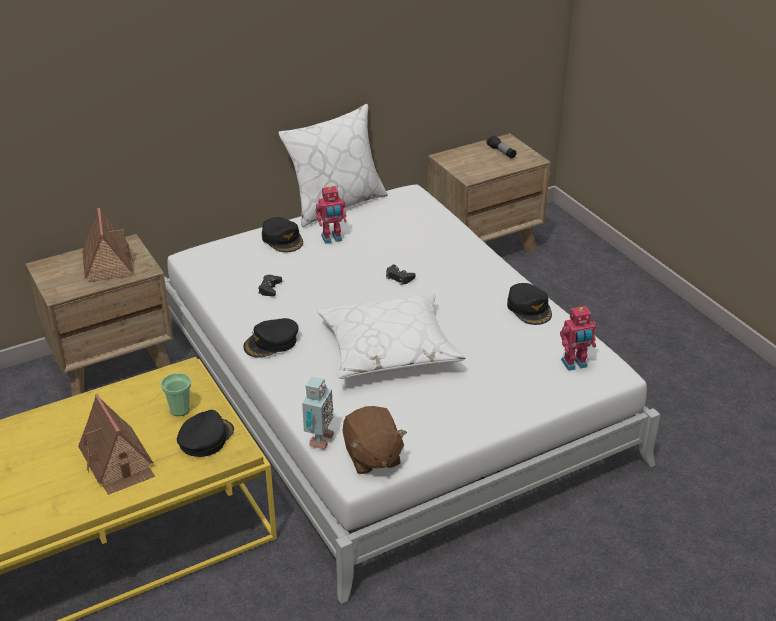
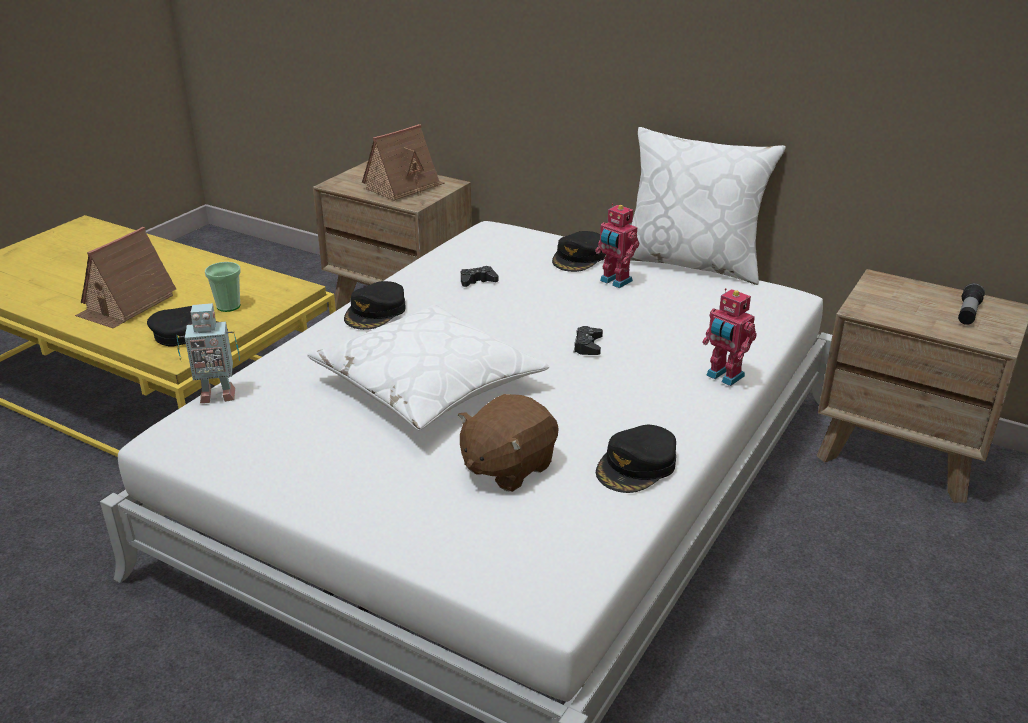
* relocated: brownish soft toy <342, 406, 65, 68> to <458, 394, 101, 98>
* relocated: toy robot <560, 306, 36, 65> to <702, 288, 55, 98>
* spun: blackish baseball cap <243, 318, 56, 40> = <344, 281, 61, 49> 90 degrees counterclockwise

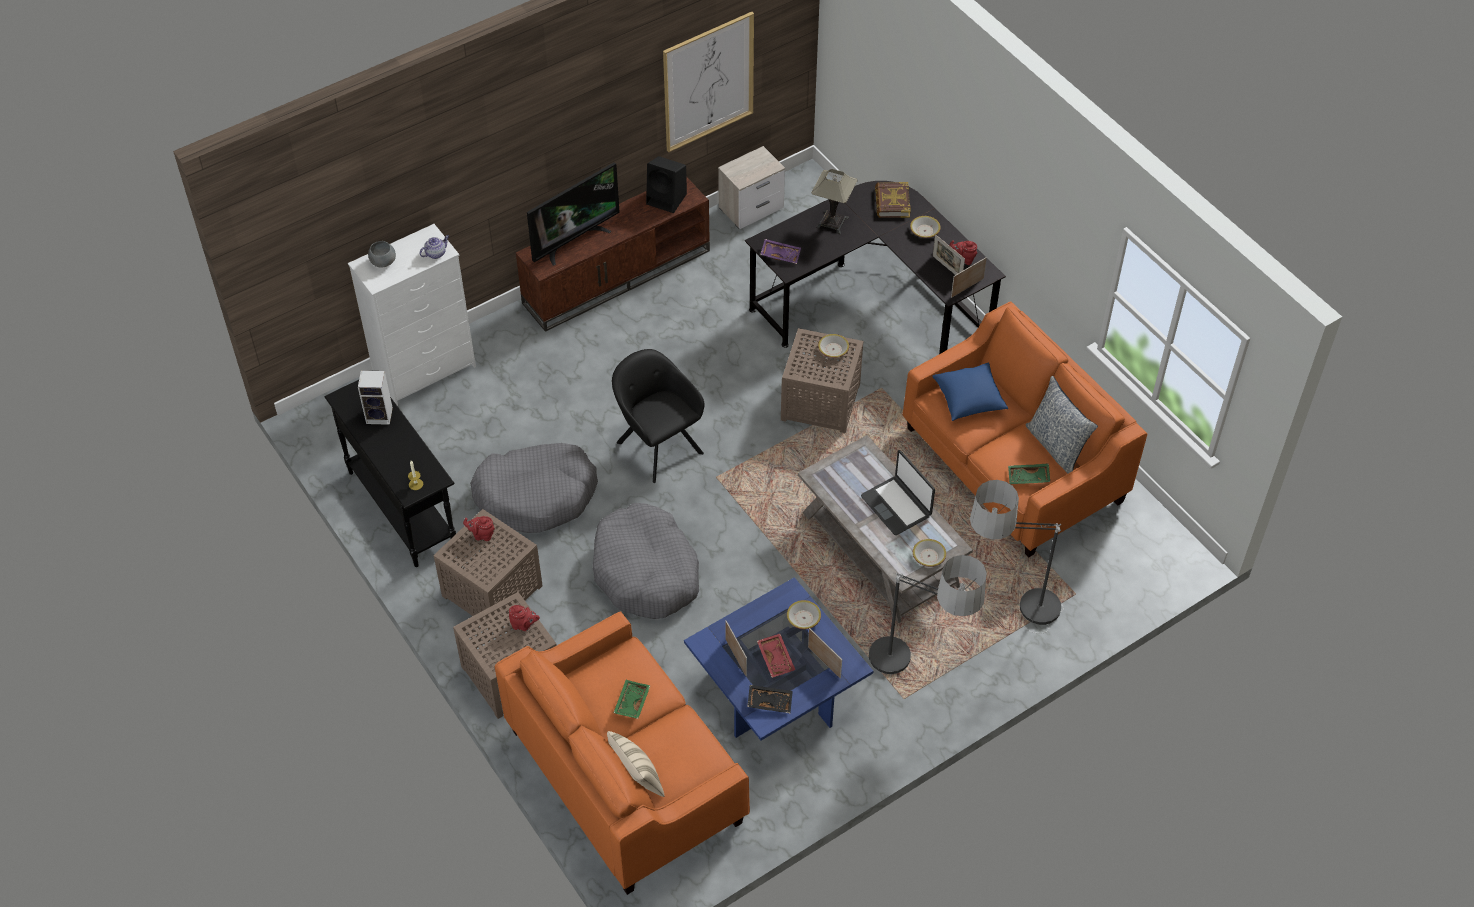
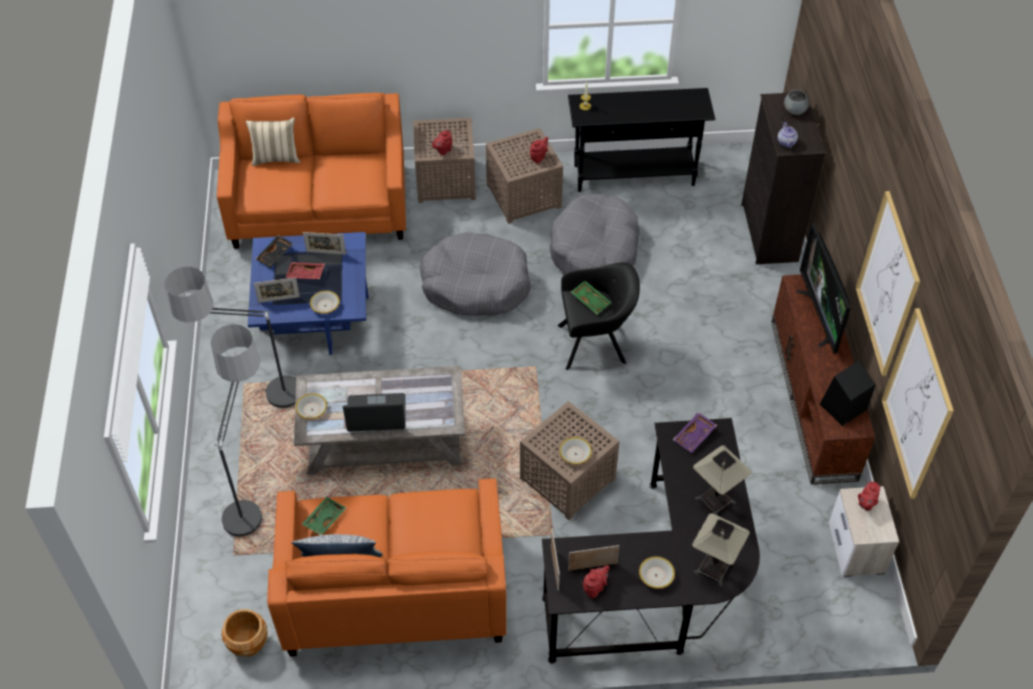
* missing: speaker <358, 370, 35, 55>
* missing: blue-coloured pillow <932, 362, 76, 59>
* appeared: brownish planter <221, 609, 46, 48>
* appeared: wall art <856, 191, 64, 185>
* appeared: reddish tea pot <858, 482, 22, 29>
* relocated: green-coloured serving tray <613, 680, 37, 39> to <571, 281, 41, 33>
* exchanged: bound book <875, 182, 36, 36> to tabletop lamp <692, 513, 58, 74>
* colour: white-coloured drawer chest <348, 224, 128, 182> to blackish drawer chest <741, 92, 85, 172>

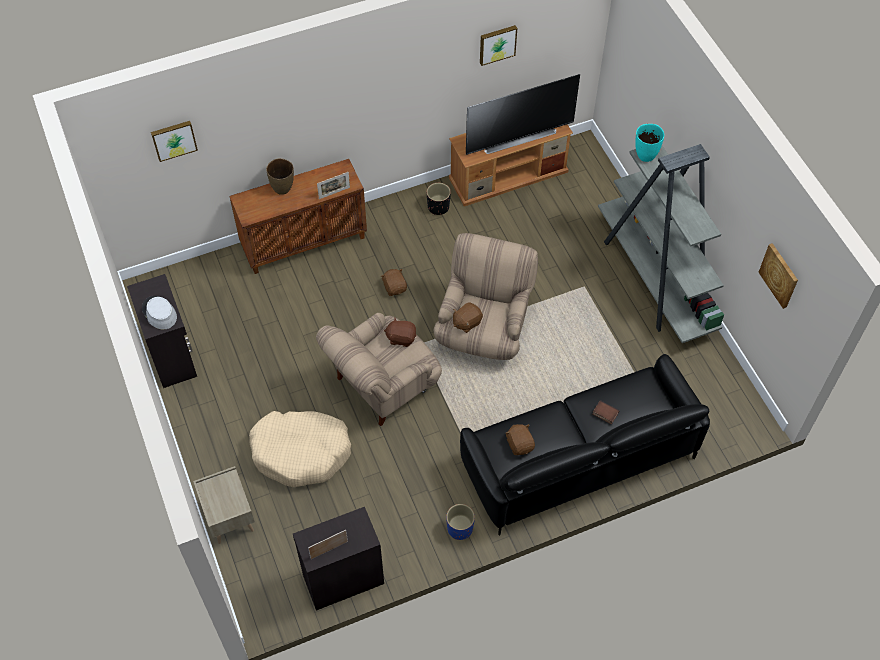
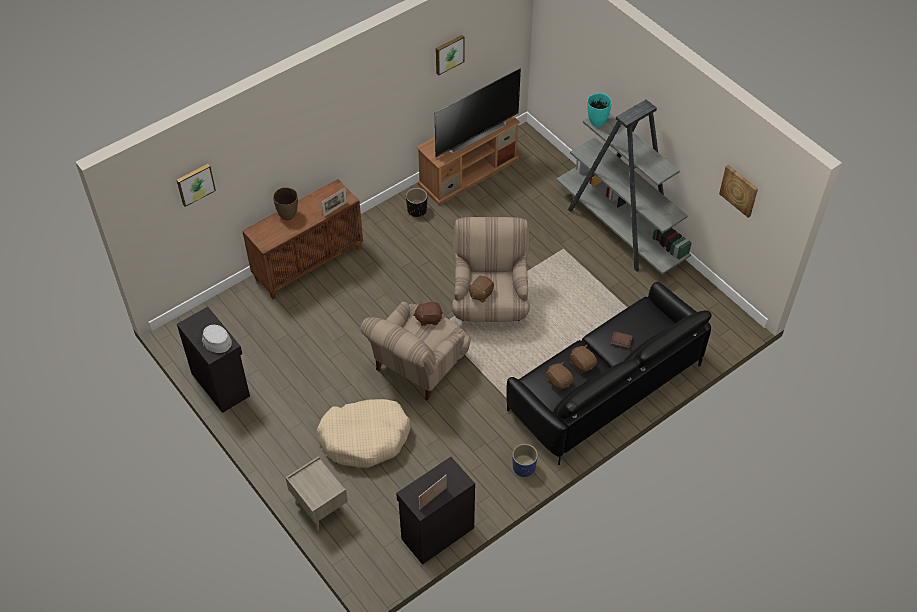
* relocated: brownish soft toy <381, 269, 26, 27> to <570, 345, 27, 28>

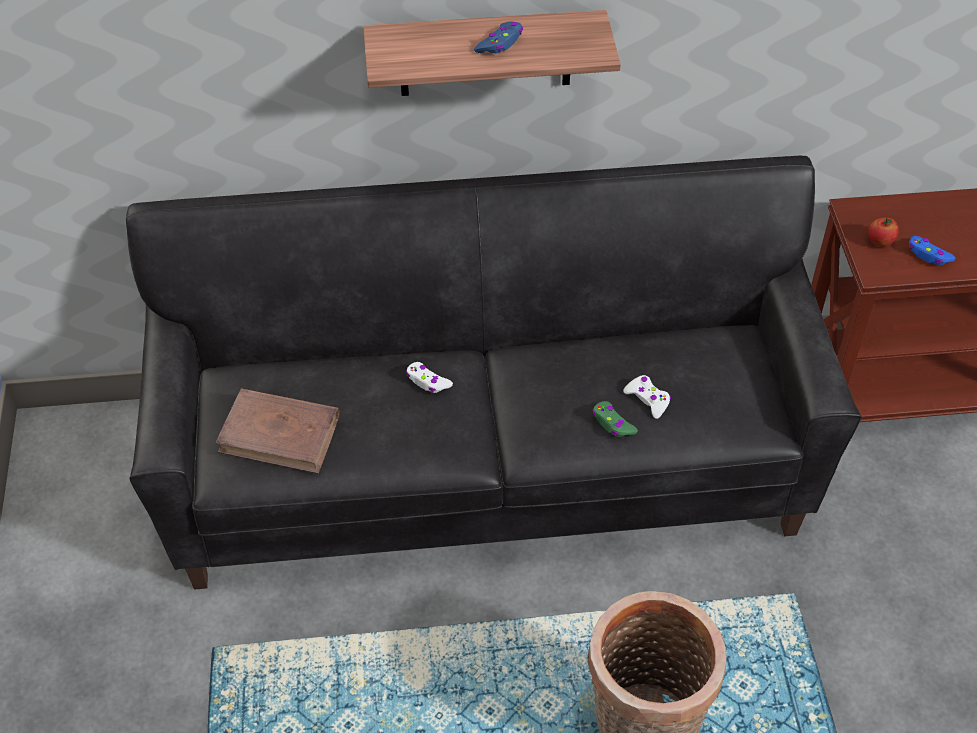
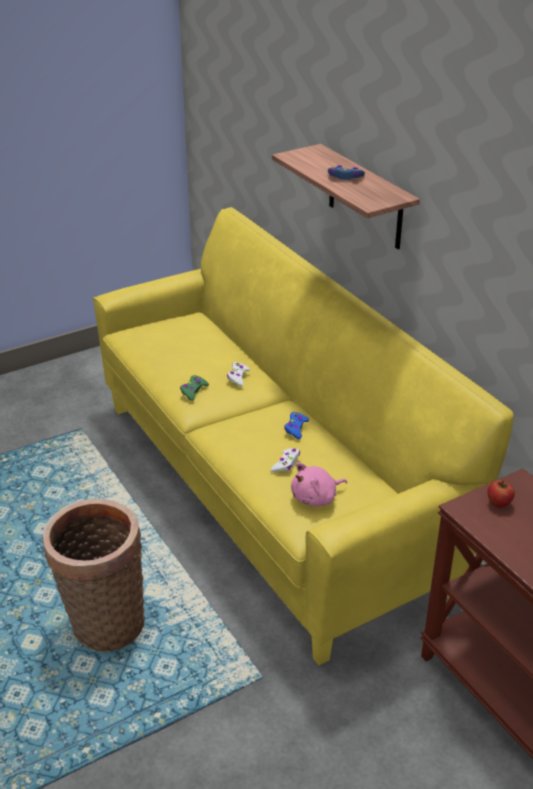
* missing: brownish bound book <215, 388, 124, 86>
* appeared: pink-coloured soft toy <291, 463, 56, 43>
* relocated: green-coloured gamepad <592, 401, 46, 36> to <180, 375, 29, 26>
* relocated: blue-coloured gamepad <909, 236, 47, 29> to <284, 412, 25, 27>
* colour: blackish sofa <126, 156, 736, 434> to yellow-coloured sofa <93, 207, 421, 458>

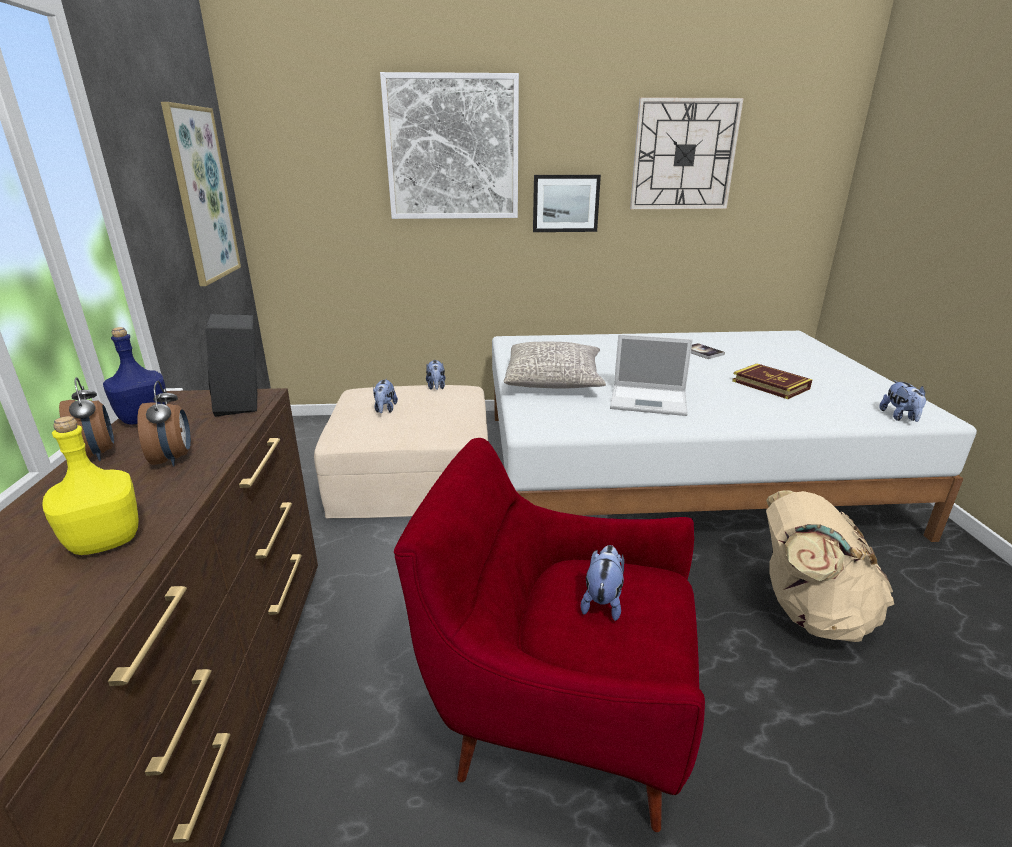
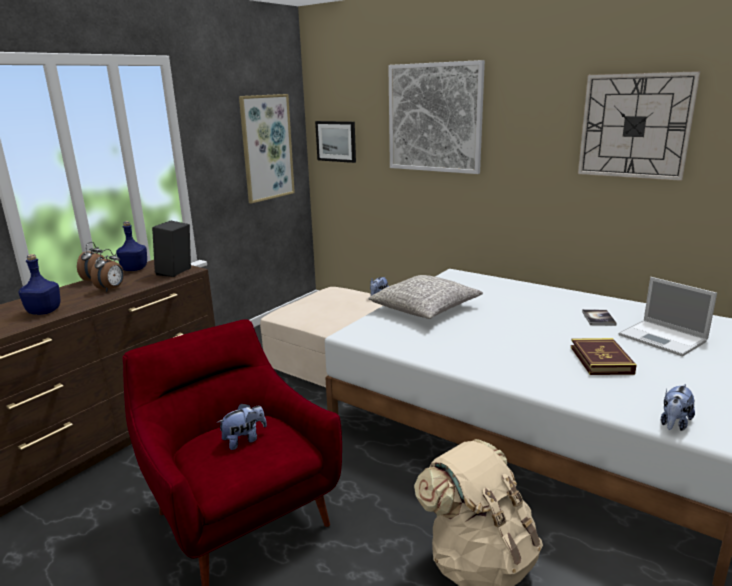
* missing: soft toy <373, 378, 25, 35>
* relocated: wall art <533, 175, 68, 57> to <315, 121, 41, 42>
* relocated: portable computer <610, 334, 83, 82> to <619, 277, 98, 79>
* colour: yellow-coloured beverage bottle <42, 416, 96, 139> to blue-coloured beverage bottle <18, 254, 42, 61>

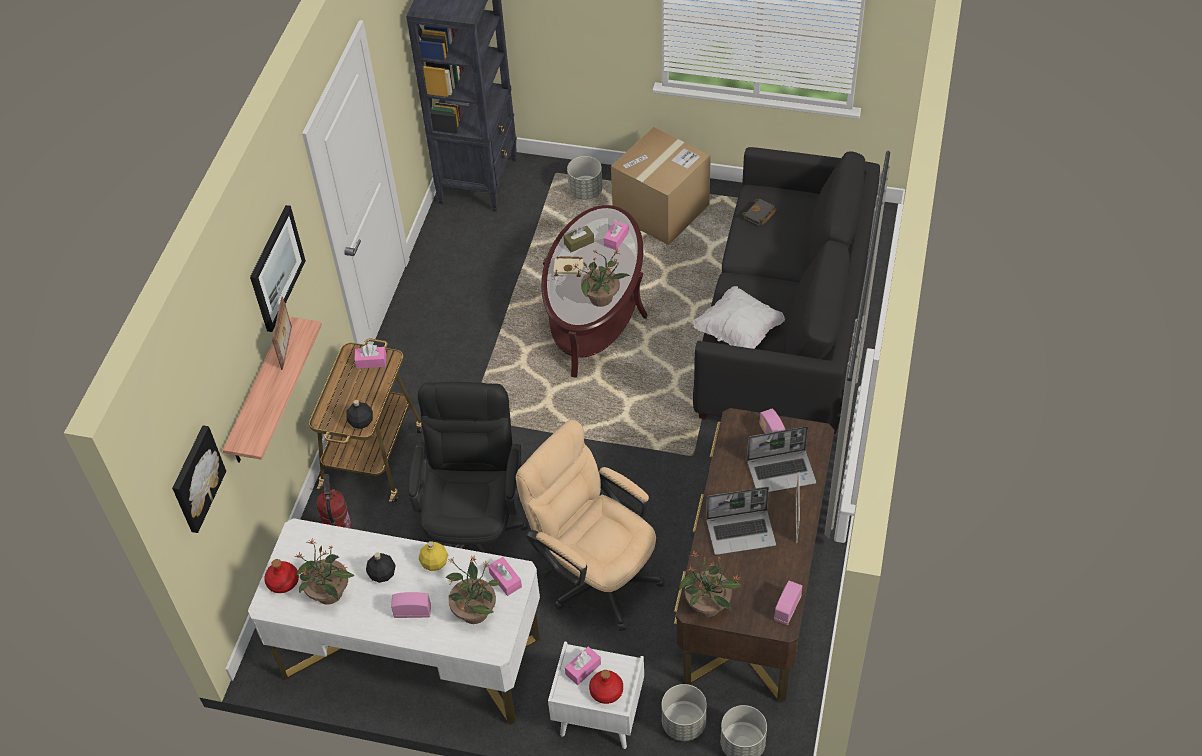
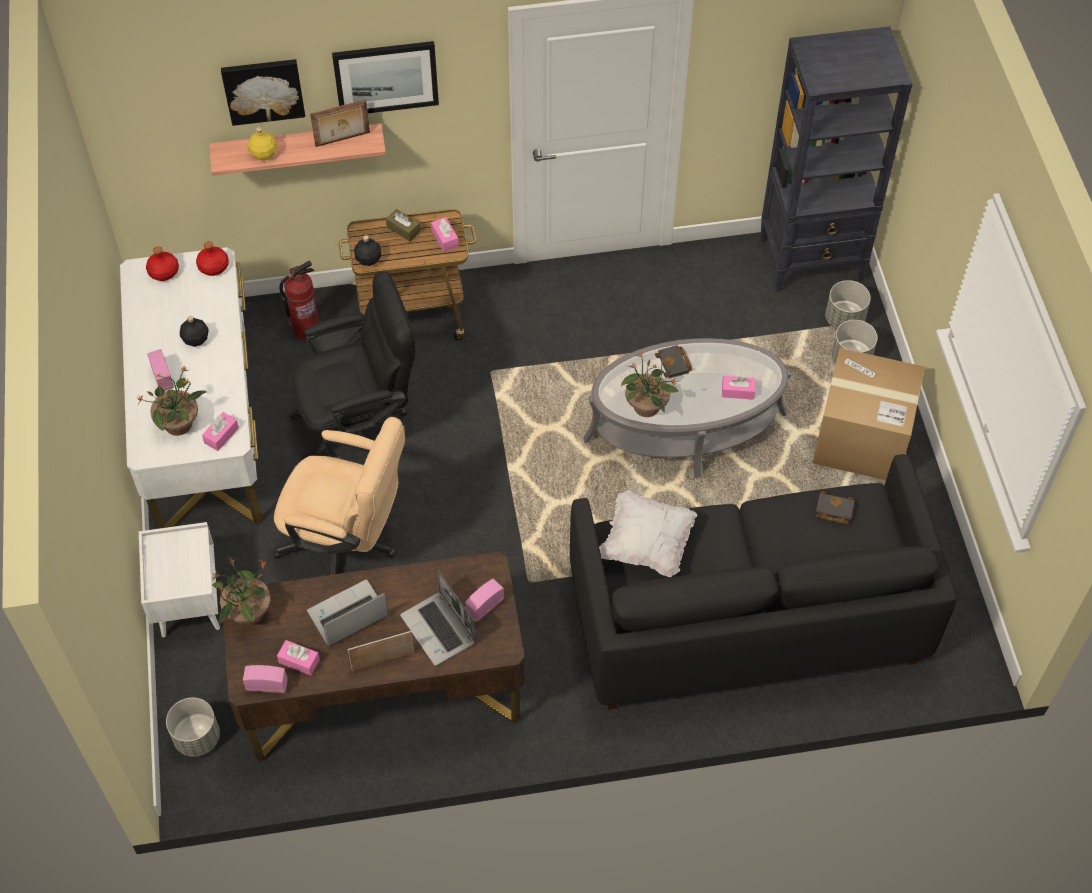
* missing: plant in a pot <293, 539, 62, 66>
* relocated: wall art <172, 425, 54, 108> to <221, 59, 84, 67>
* relocated: yellow-coloured beverage bottle <419, 541, 29, 30> to <248, 127, 29, 34>
* relocated: brownish tissue holder <563, 226, 31, 26> to <386, 209, 34, 32>
* relocated: pink-coloured tissue holder <565, 646, 36, 39> to <277, 640, 43, 35>
* relocated: reddish beverage bottle <589, 670, 34, 34> to <196, 241, 33, 35>
* relocated: gray planter <662, 684, 45, 57> to <825, 280, 46, 50>
* colour: brownish coffee table <541, 205, 107, 173> to gray coffee table <583, 338, 208, 140>
* colour: beige bound book <553, 256, 30, 21> to blackish bound book <655, 345, 37, 34>
* spun: beige desk chair <516, 420, 149, 211> = <273, 417, 132, 158> 90 degrees clockwise
* spun: portable computer <706, 487, 70, 68> = <307, 580, 82, 66> 90 degrees clockwise

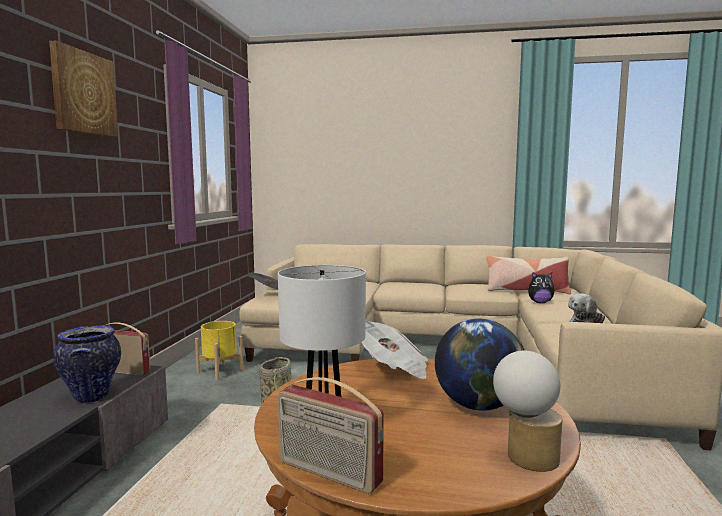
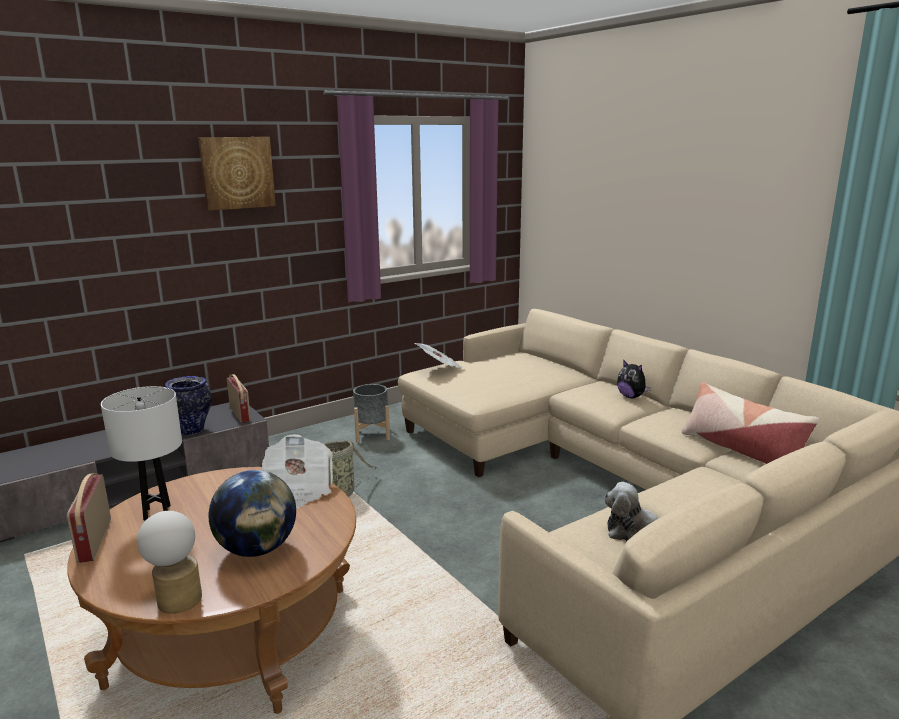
* relocated: soft toy <528, 272, 26, 31> to <617, 359, 34, 39>
* colour: yellow-coloured planter <195, 321, 49, 59> to gray planter <353, 384, 37, 59>

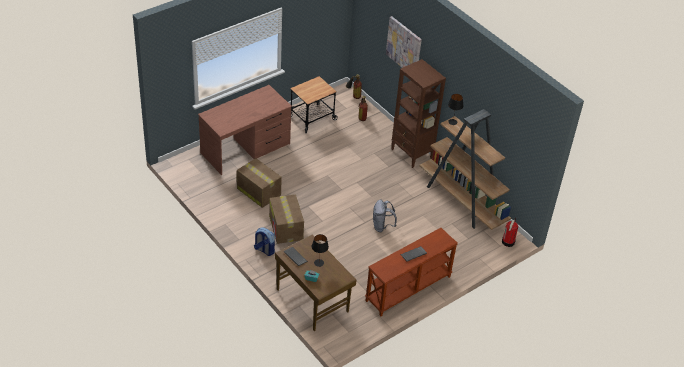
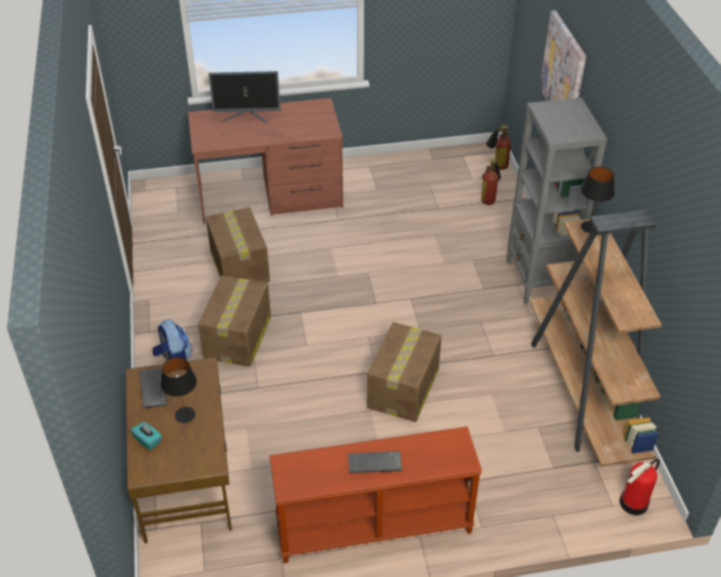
* missing: trolley <290, 76, 48, 57>
* appeared: computer display <209, 71, 71, 52>
* exchanged: gray rucksack <373, 200, 24, 32> to carton <367, 322, 75, 100>
* colour: brownish bookshelf <391, 59, 55, 109> to gray bookshelf <506, 97, 101, 207>

